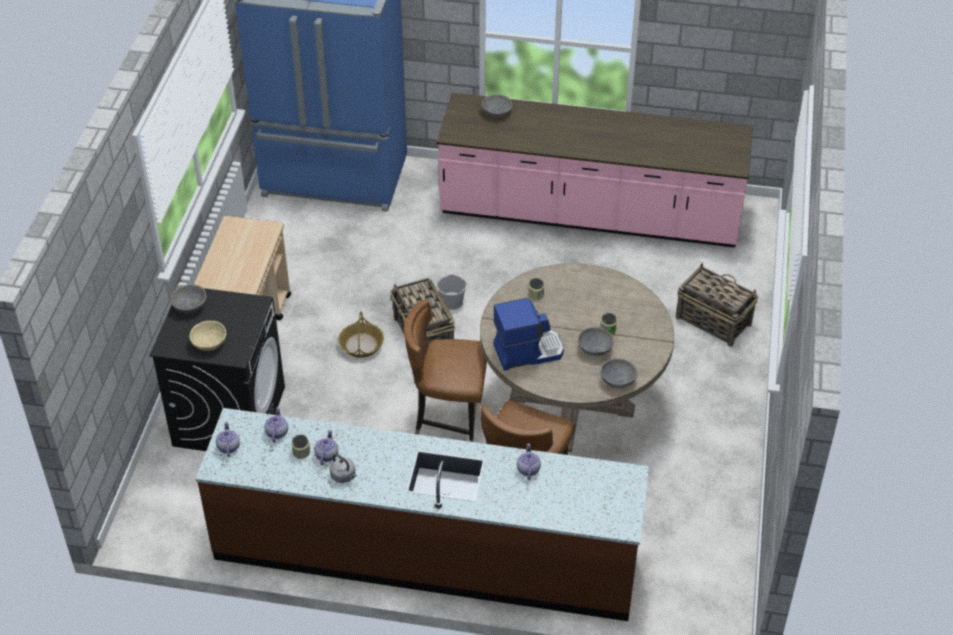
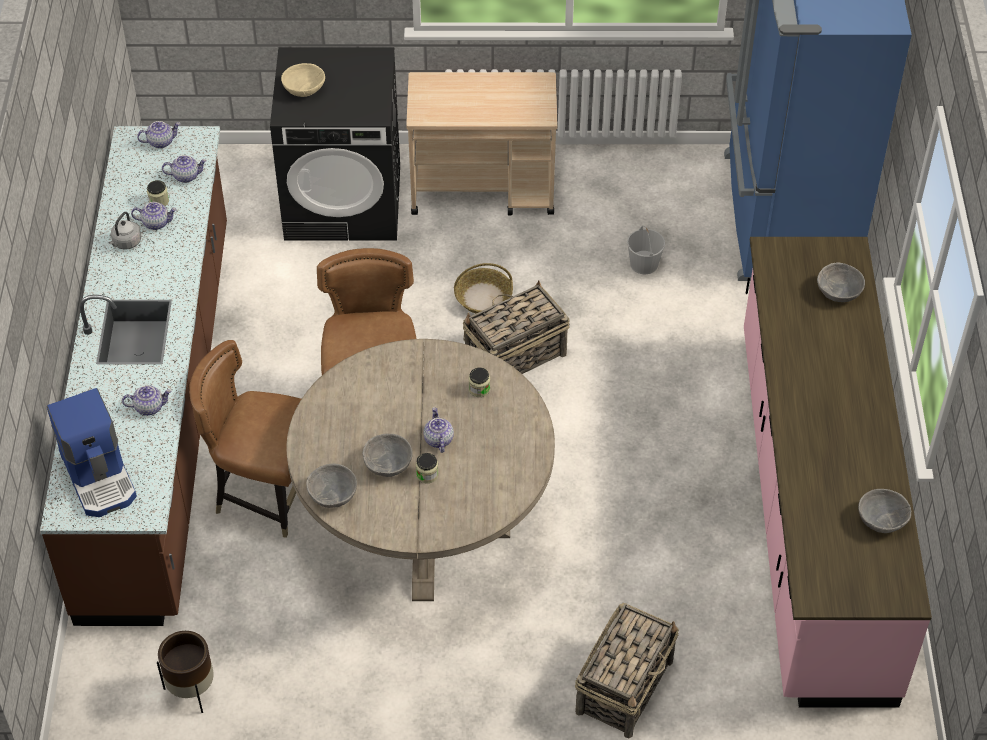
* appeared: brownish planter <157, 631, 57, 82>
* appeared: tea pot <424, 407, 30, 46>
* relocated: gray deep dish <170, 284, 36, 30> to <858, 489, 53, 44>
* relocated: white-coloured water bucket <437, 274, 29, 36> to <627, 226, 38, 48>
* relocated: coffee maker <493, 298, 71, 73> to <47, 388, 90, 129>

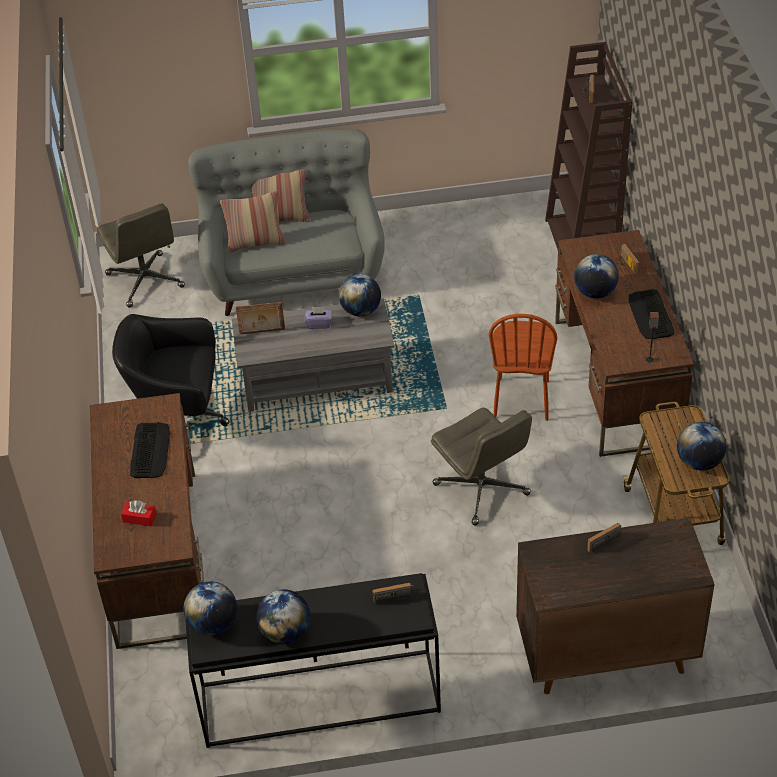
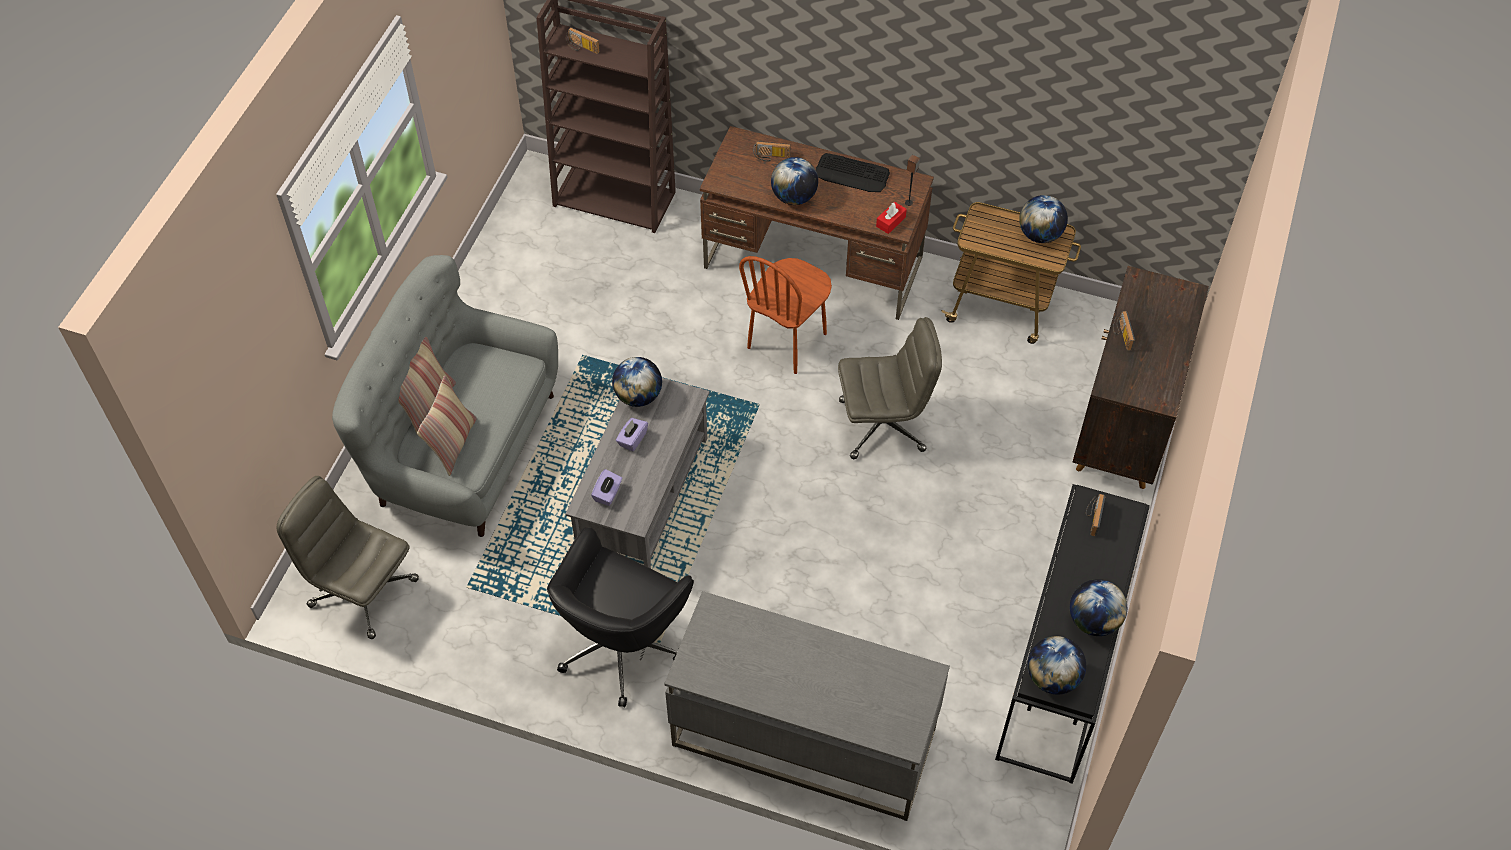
* missing: computer keyboard <130, 422, 40, 56>
* relocated: reddish tissue holder <121, 500, 35, 26> to <876, 202, 31, 32>
* exchanged: standing frame <236, 302, 49, 32> to purple tissue holder <591, 469, 31, 37>
* colour: brownish desk table <90, 393, 114, 256> to gray desk table <664, 591, 286, 230>
* spun: gray desk chair <97, 203, 88, 105> = <277, 476, 142, 163> 150 degrees counterclockwise
* spun: brownish plain chair <489, 314, 68, 107> = <739, 256, 93, 118> 90 degrees clockwise

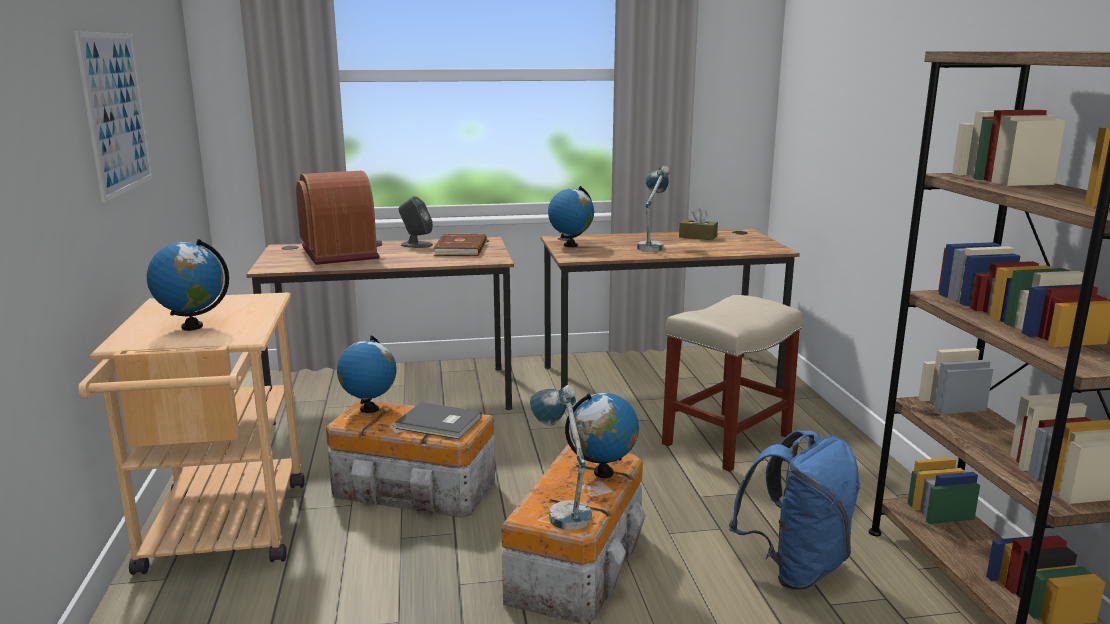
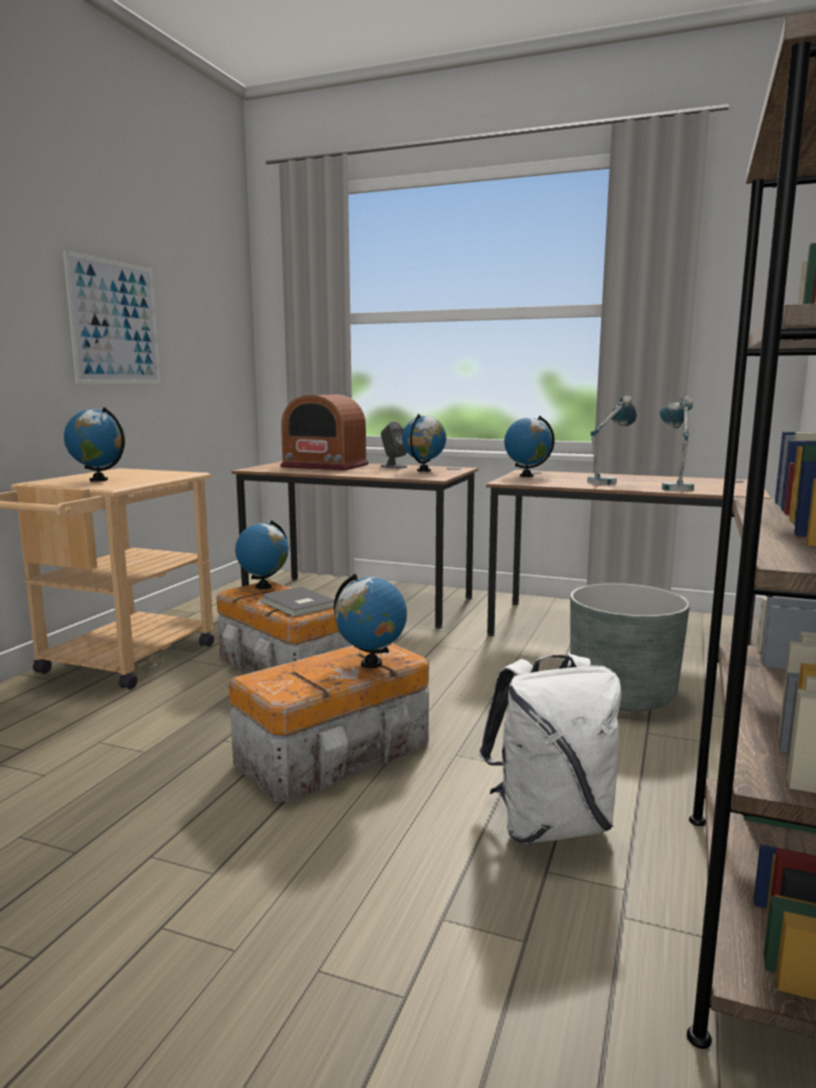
* missing: brownish tissue holder <679, 208, 39, 32>
* relocated: tabletop lamp <530, 385, 62, 145> to <659, 396, 35, 96>
* exchanged: brownish bound book <433, 233, 54, 23> to world globe <402, 414, 44, 58>
* exchanged: beige sitting stool <662, 295, 140, 177> to gray planter <570, 583, 120, 128>
* colour: blue-coloured rucksack <729, 430, 131, 160> to white-coloured rucksack <479, 654, 143, 189>
* spun: radio <296, 171, 86, 94> = <280, 395, 89, 75> 105 degrees clockwise

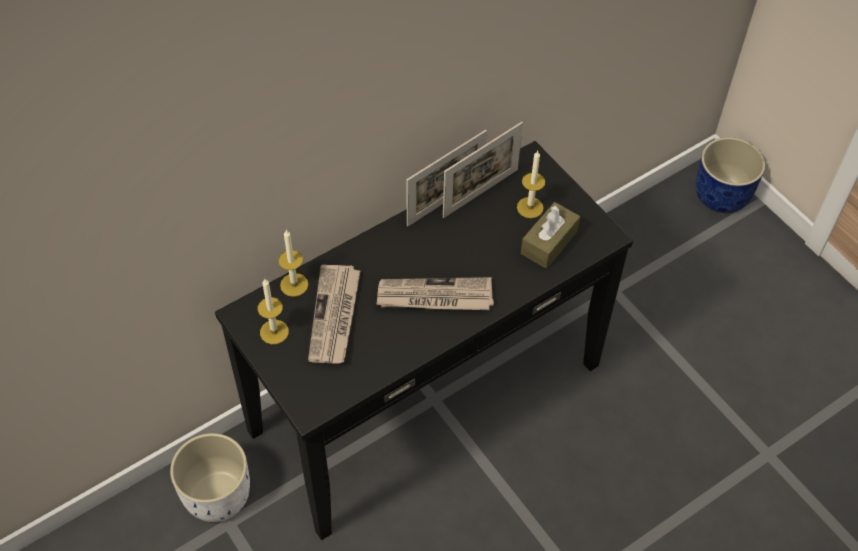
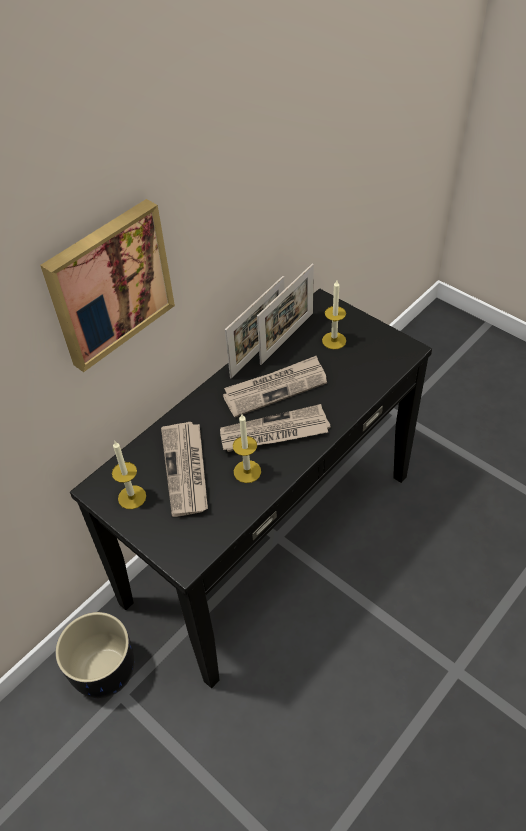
* missing: brownish tissue holder <521, 202, 59, 67>
* missing: blue-coloured planter <695, 137, 70, 76>
* appeared: wall art <40, 199, 135, 173>
* appeared: daily paper <223, 356, 104, 61>
* relocated: wax light <278, 230, 30, 67> to <233, 414, 28, 69>
* colour: white-coloured planter <170, 433, 80, 89> to blackish planter <55, 612, 79, 86>

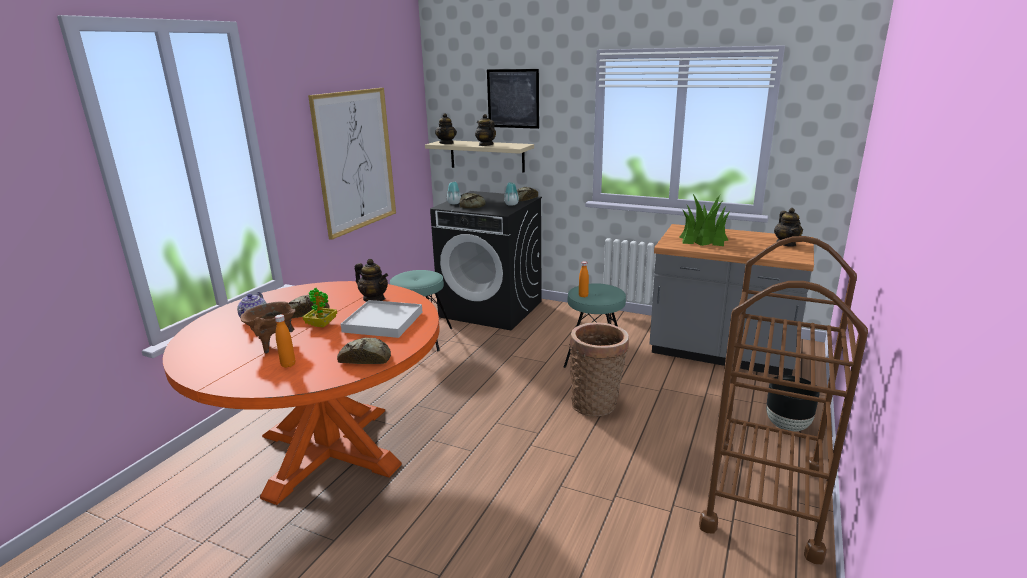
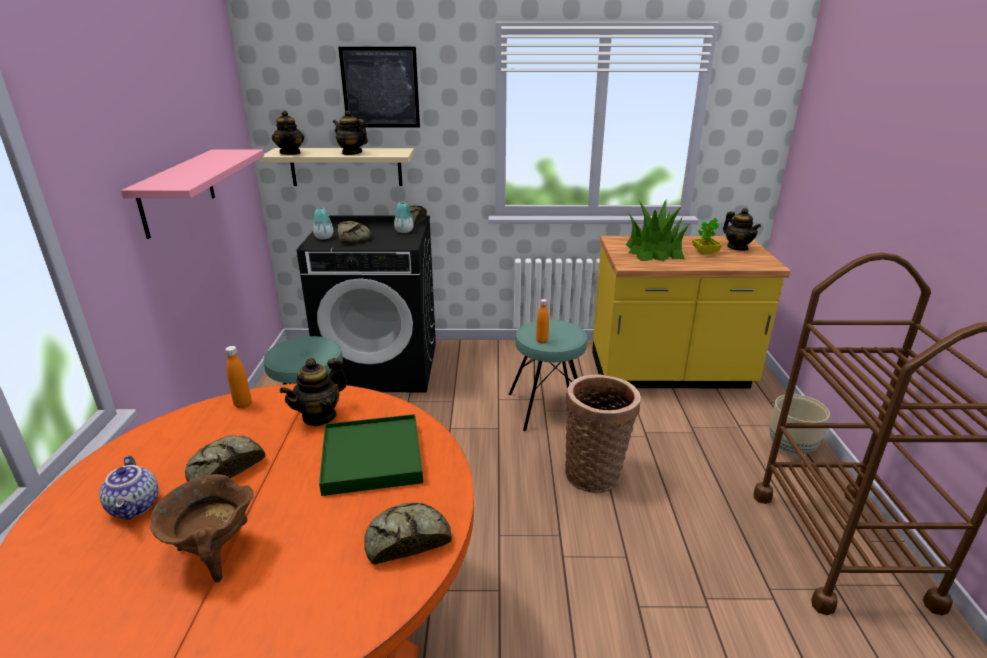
* relocated: orangey beverage bottle <275, 314, 20, 54> to <225, 346, 27, 62>
* relocated: plant in a pot <302, 288, 35, 40> to <692, 218, 30, 37>
* exchanged: wall art <308, 88, 88, 152> to pink-coloured wall shelf <121, 150, 143, 89>
* colour: white-coloured serving tray <341, 300, 81, 38> to green-coloured serving tray <319, 414, 104, 82>
* colour: gray counter <649, 224, 165, 152> to yellow-coloured counter <592, 236, 198, 152>
* colour: blackish planter <766, 375, 54, 57> to beige planter <769, 394, 61, 61>
* spun: tea pot <355, 259, 33, 43> = <280, 358, 67, 68> 120 degrees clockwise

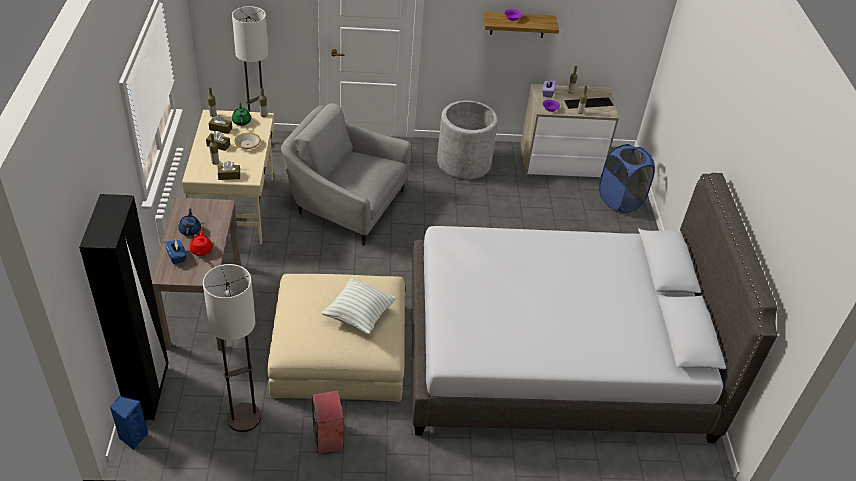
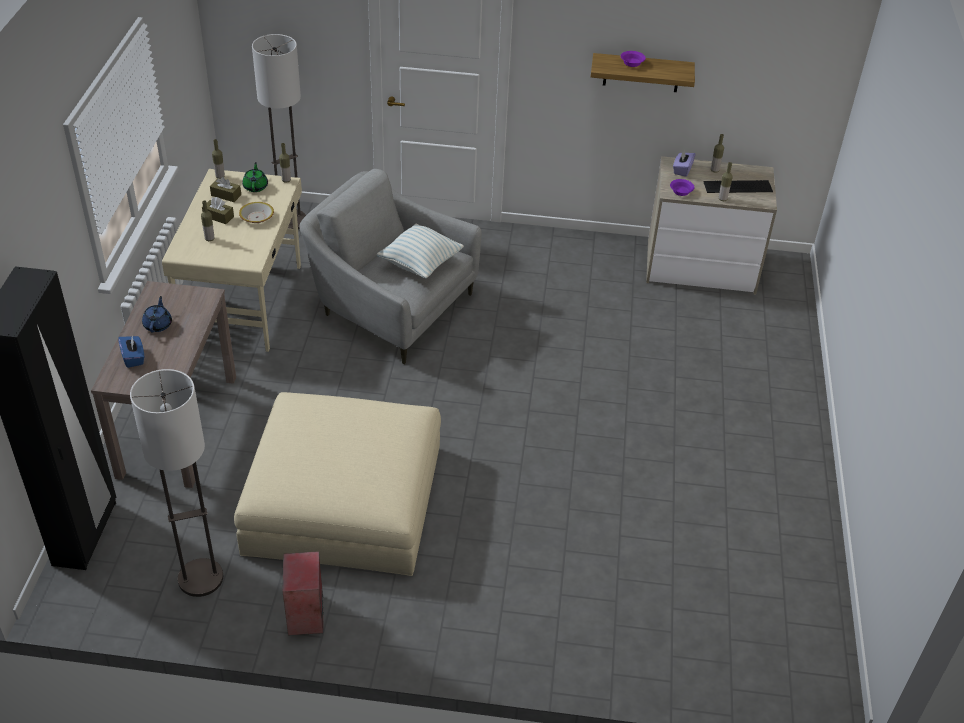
* missing: blue-coloured speaker <110, 396, 38, 54>
* missing: reddish tea pot <190, 231, 23, 25>
* missing: brownish tissue holder <218, 161, 22, 19>
* missing: gray sleeping bed <412, 173, 366, 270>
* missing: gray planter <437, 101, 61, 79>
* missing: blue-coloured laundry basket <599, 144, 56, 69>
* relocated: pillow <322, 278, 74, 56> to <377, 224, 87, 54>

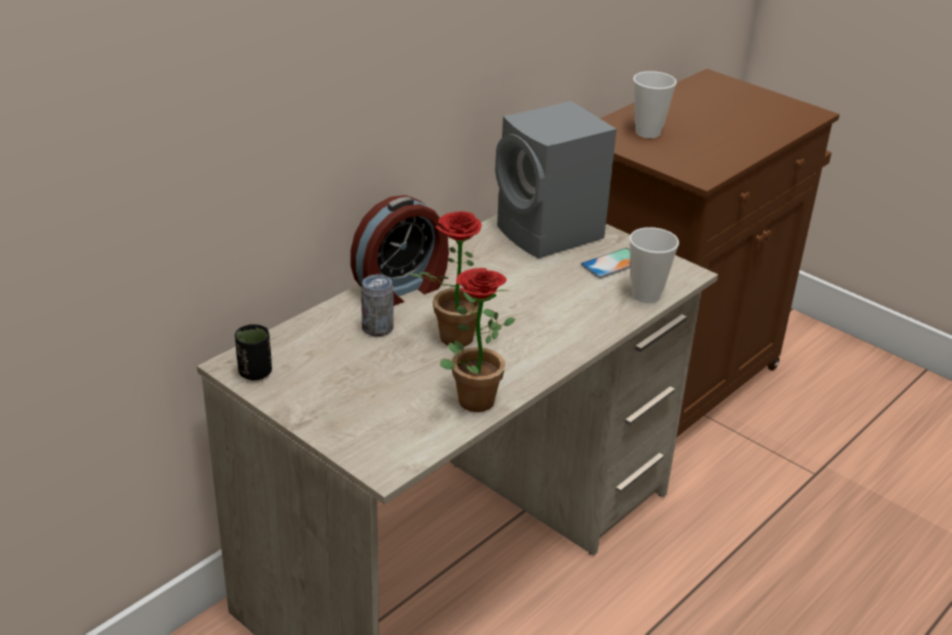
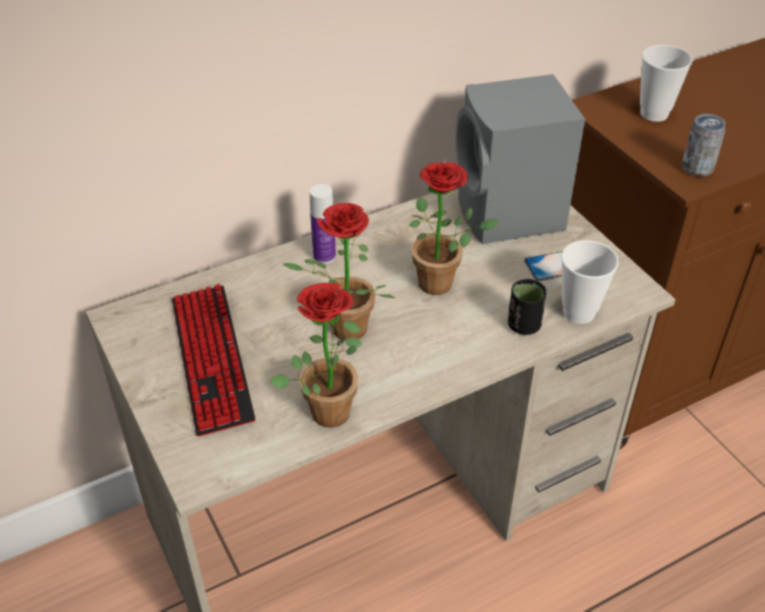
* appeared: computer keyboard <172, 284, 83, 153>
* appeared: plant in a pot <409, 162, 91, 133>
* relocated: blackish small cup <235, 324, 37, 56> to <508, 279, 38, 56>
* relocated: can <361, 275, 32, 62> to <682, 114, 43, 63>
* exchanged: table clock <350, 195, 99, 111> to beverage bottle <309, 184, 27, 80>

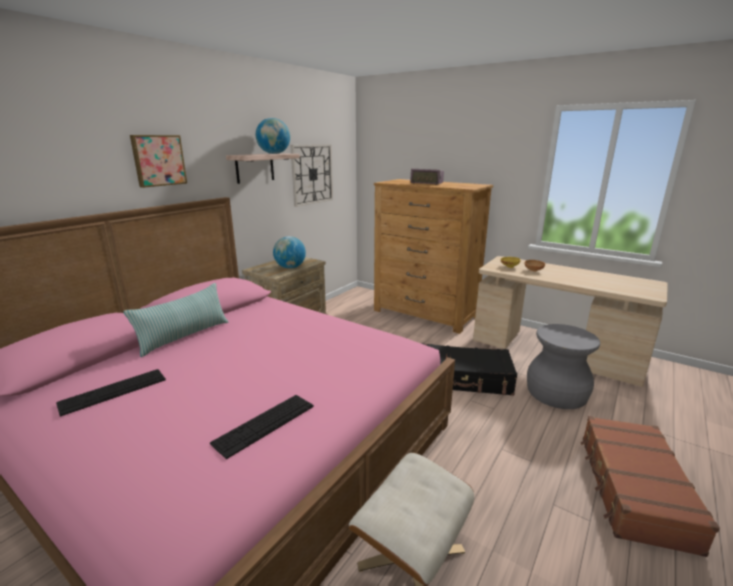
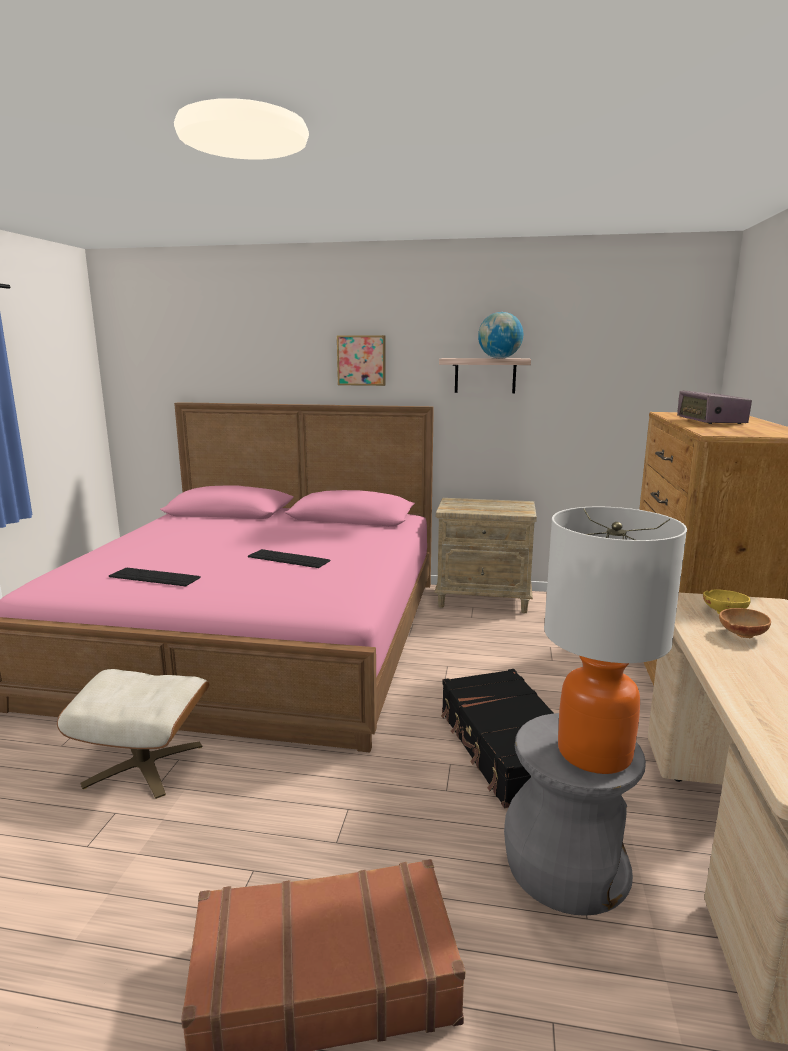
* missing: pillow <123, 283, 105, 74>
* missing: world globe <273, 236, 33, 33>
* missing: clock on the wall <290, 144, 43, 63>
* appeared: tabletop lamp <544, 507, 143, 267>
* relocated: computer keyboard <56, 369, 110, 48> to <248, 549, 83, 19>

